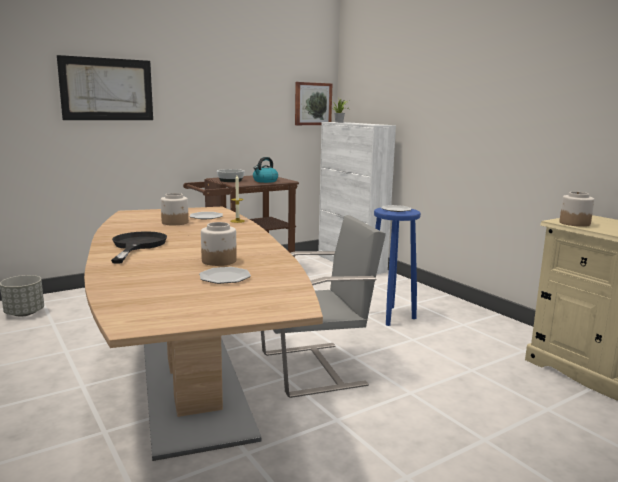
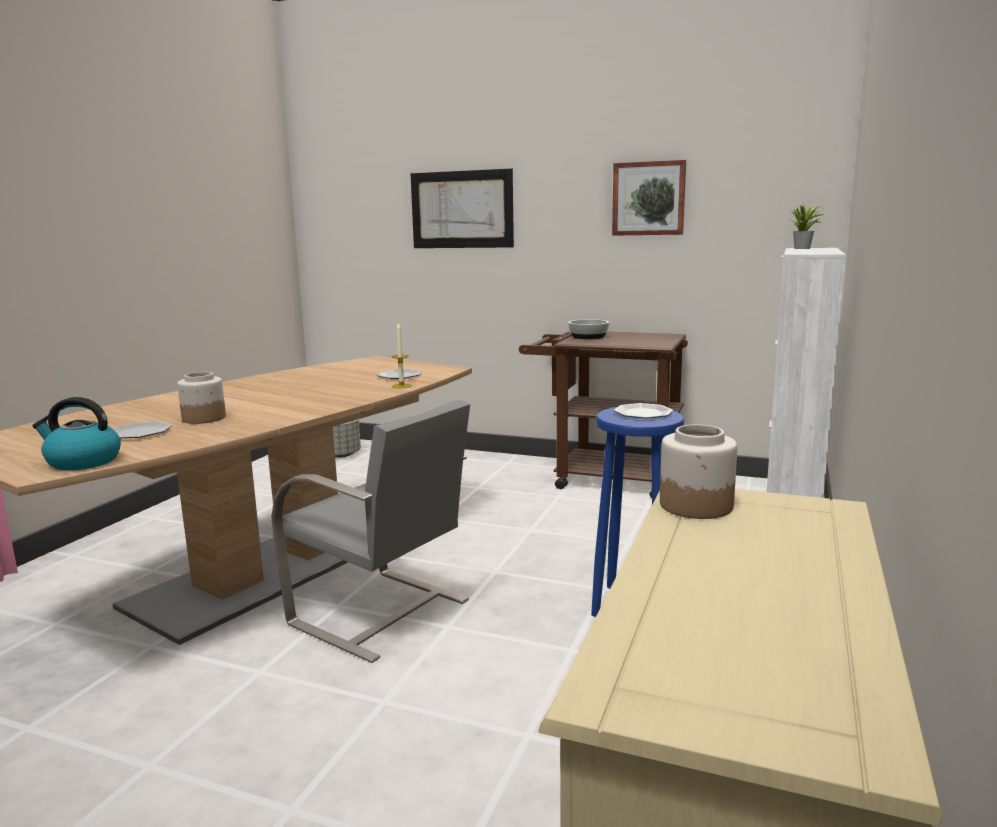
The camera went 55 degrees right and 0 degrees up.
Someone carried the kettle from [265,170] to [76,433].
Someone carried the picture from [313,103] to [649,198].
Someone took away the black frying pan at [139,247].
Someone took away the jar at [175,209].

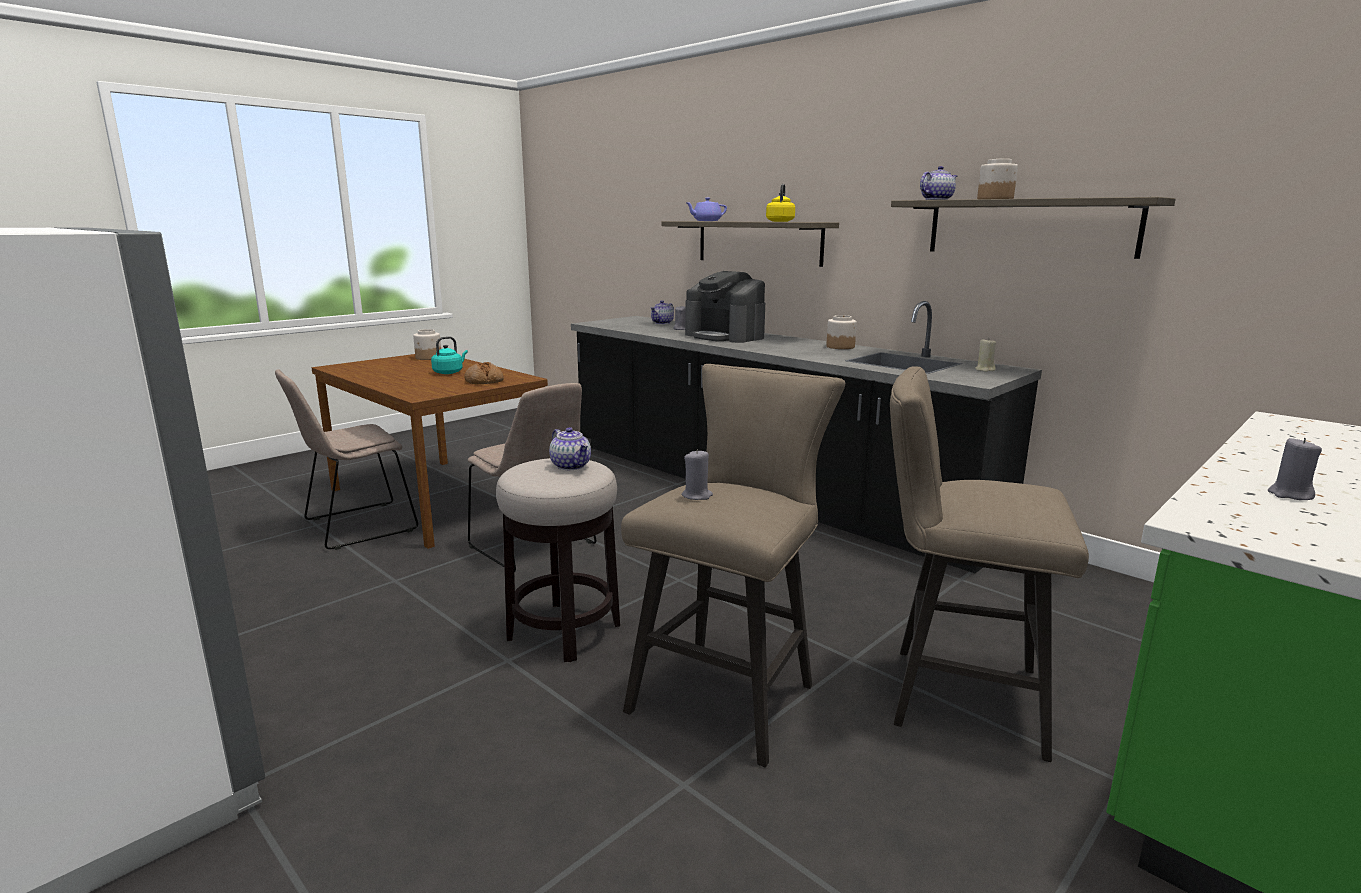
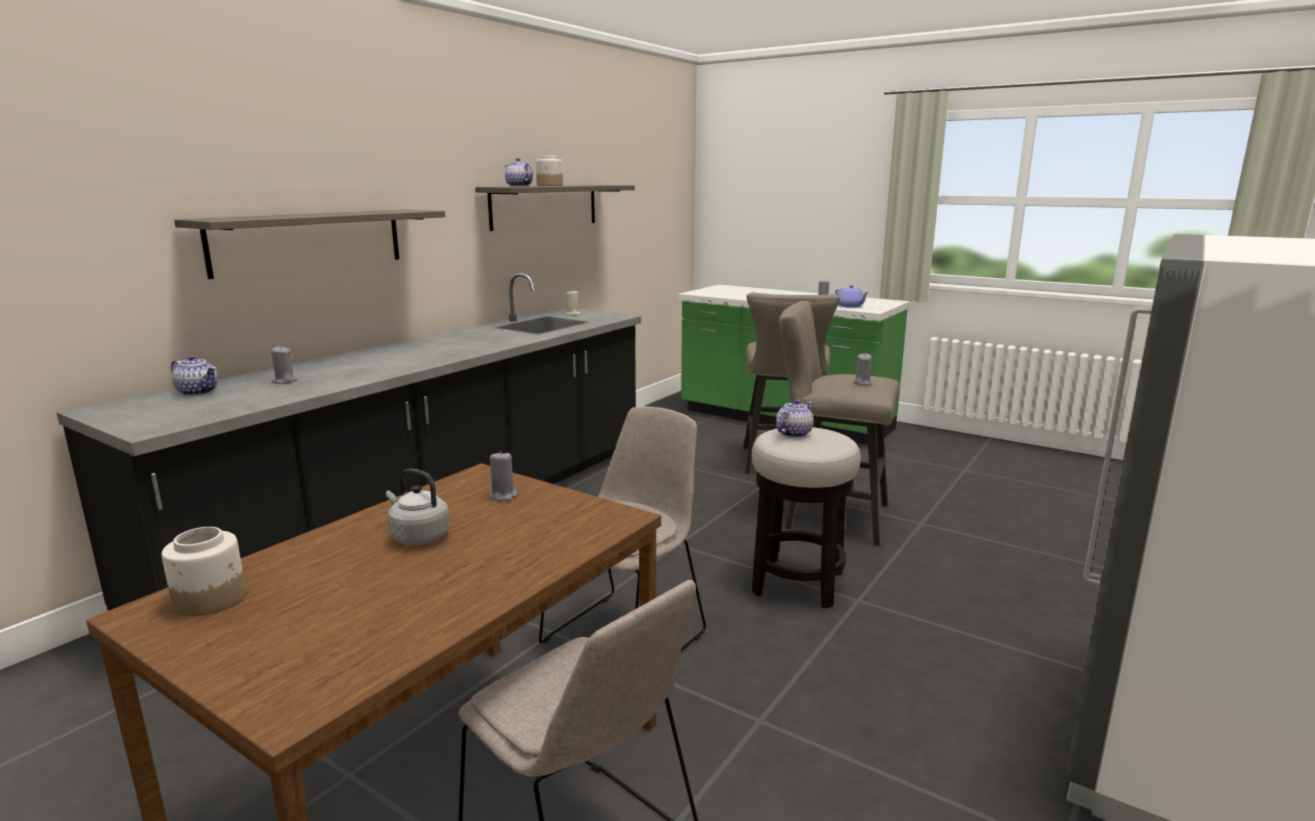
The camera went 100 degrees left and 0 degrees up.
Someone repainted the turquoise kettle at [449,355], which became the grey kettle at [418,506].
Someone swapped the bread at [484,373] for the grey candle at [503,476].
Someone carried the purple teapot from [706,209] to [852,296].
Someone took away the coffee machine at [725,307].
Someone took away the yellow kettle at [780,203].
Someone took away the jar at [841,332].

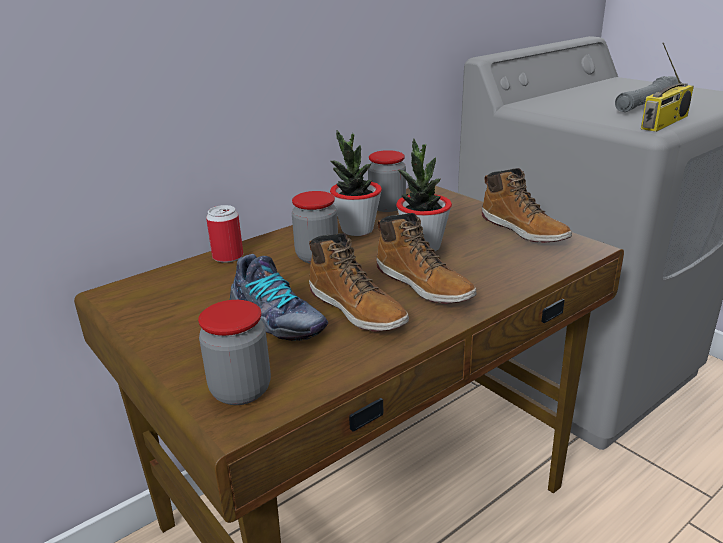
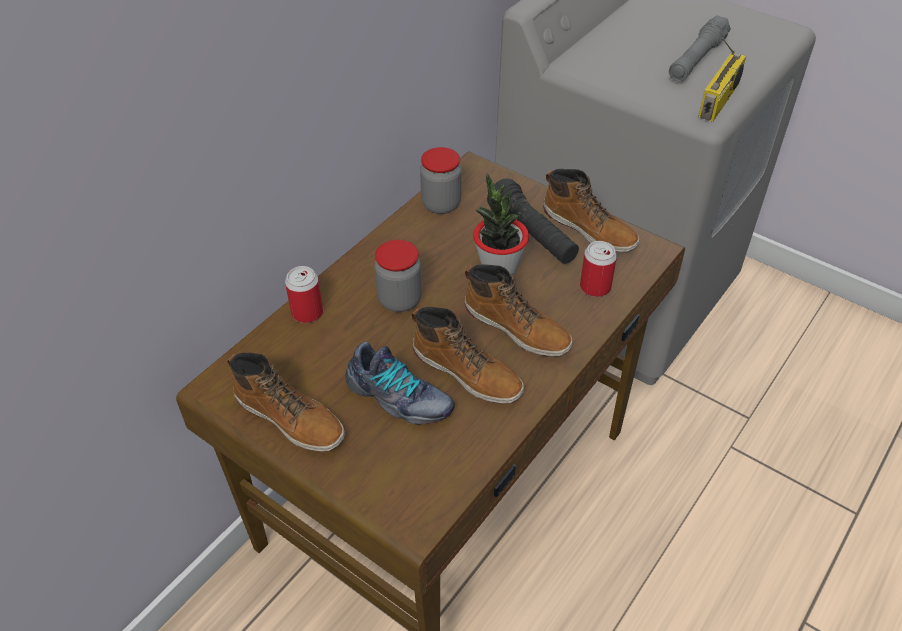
The camera went 15 degrees left and 20 degrees up.
Someone put down the boot at [286,402].
Someone put down the black flashlight at [533,221].
Someone put down the can at [598,269].
Someone took away the jar at [234,352].
Someone took away the potted plant at [356,183].

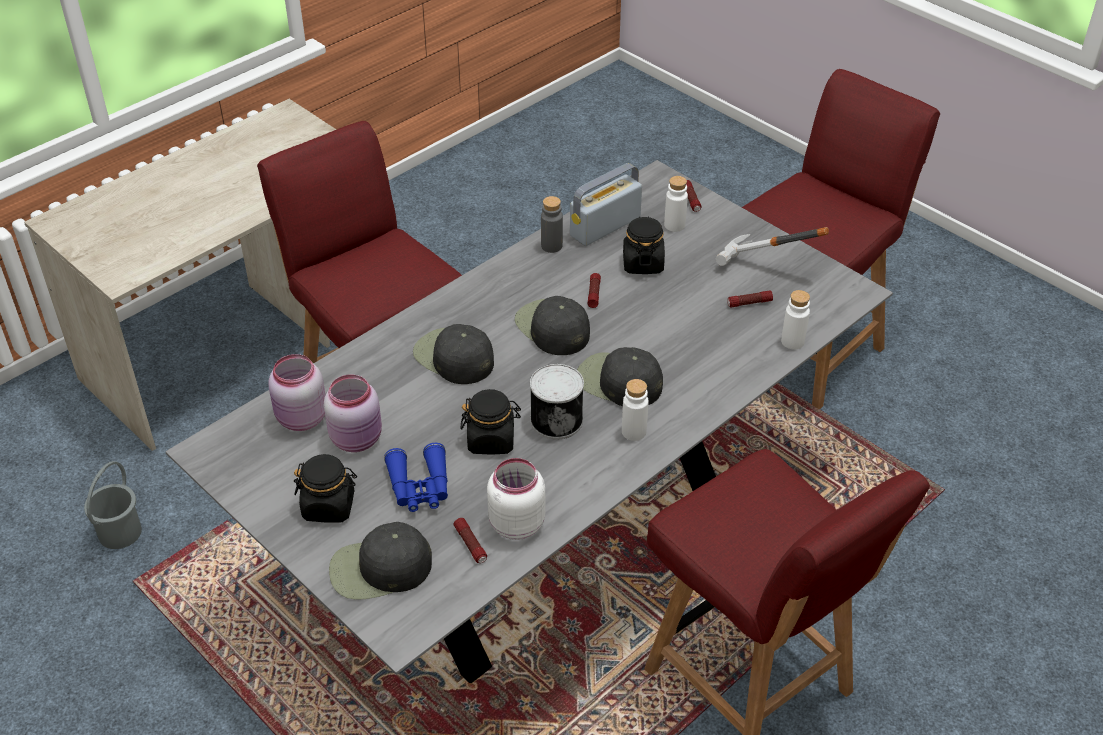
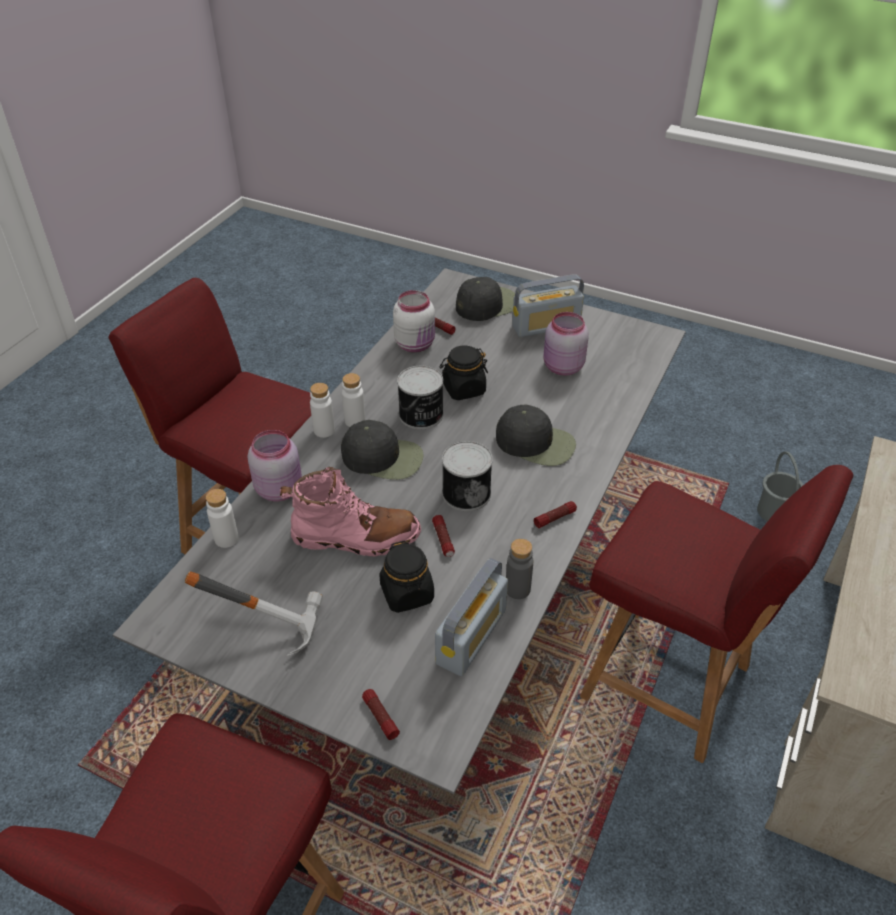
The camera went 160 degrees right and 0 degrees up.
Someone carried the pink jar from [296,392] to [274,465].
Someone put down the pink boot at [350,511].
Someone carried the white bottle from [676,204] to [322,410].
Someone swapped the black cap at [552,325] for the can at [467,476].
Someone swapped the black jar at [325,488] for the radio at [548,305].
Someone carried the flashlight from [750,298] to [555,514].
Someone took away the blue binoculars at [416,477].

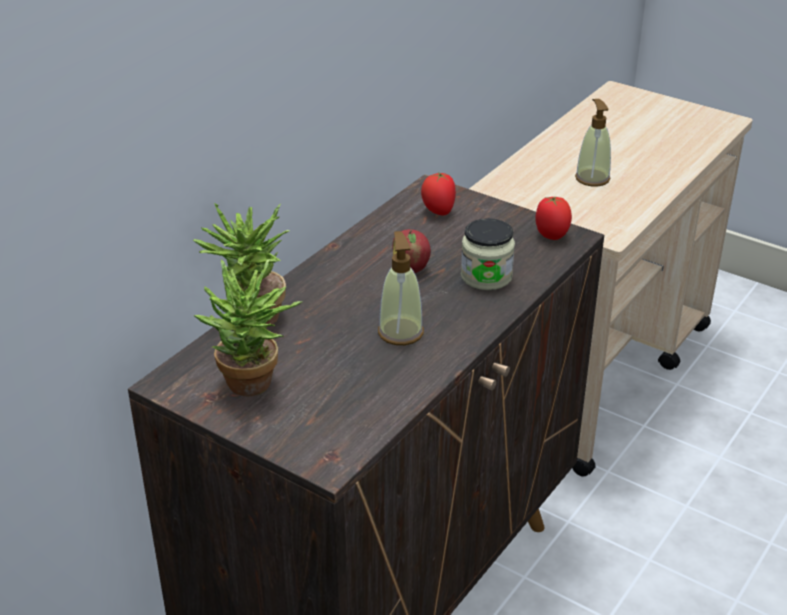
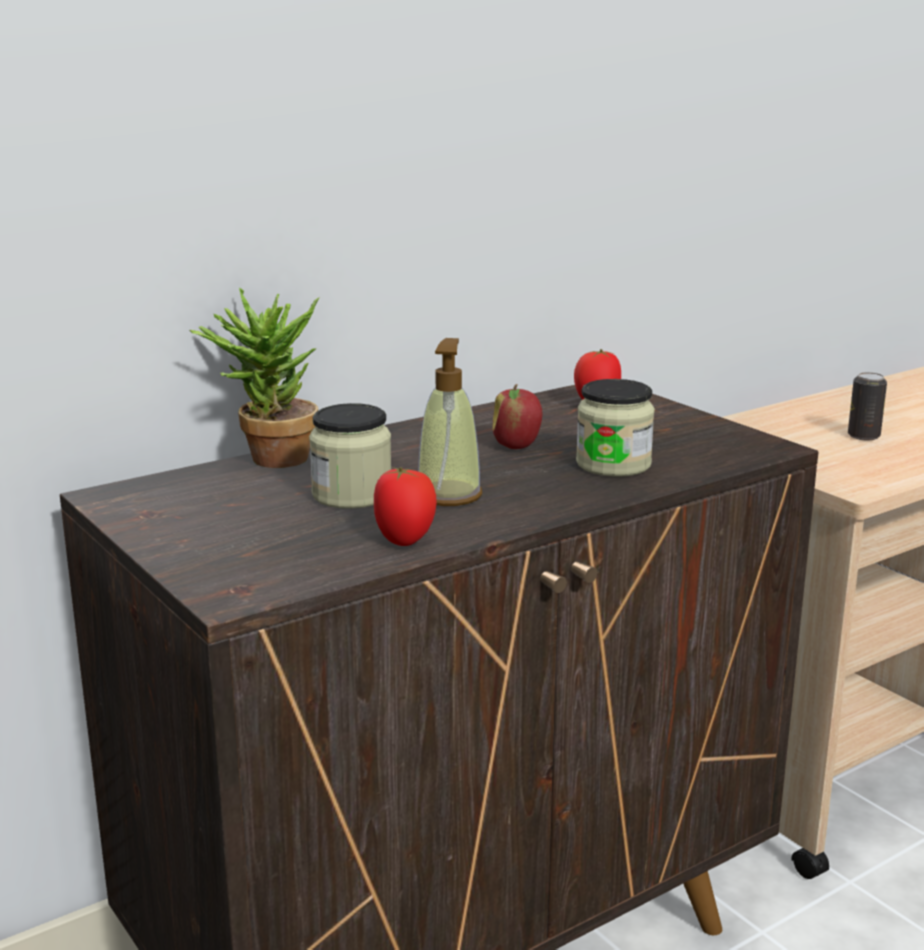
The camera went 20 degrees right and 15 degrees down.
Someone put down the jar at [350,456].
Someone carried the tomato from [553,218] to [405,506].
Someone swapped the soap dispenser at [593,142] for the can at [867,406].
Someone took away the potted plant at [248,327].

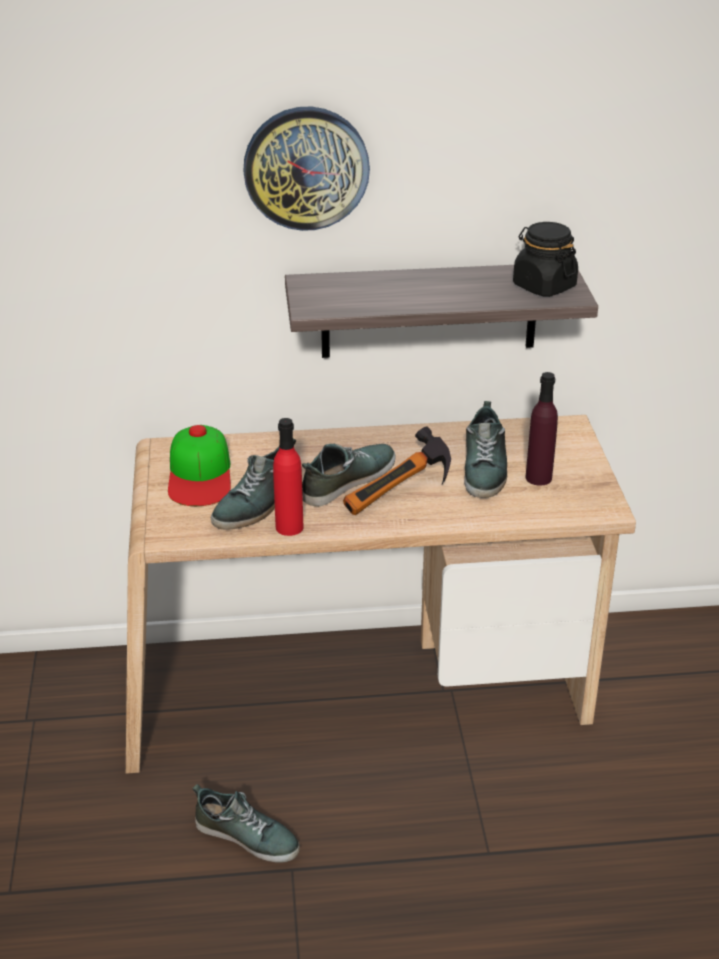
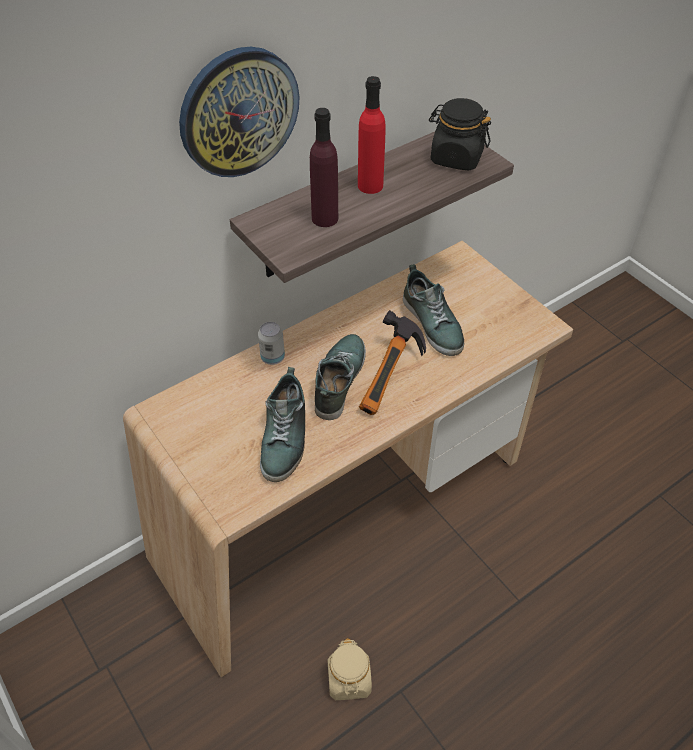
The camera went 30 degrees left and 15 degrees up.
Someone put down the can at [271,343].
Someone carried the purple bottle from [542,429] to [324,167].
Someone swapped the shoe at [246,823] for the beige jar at [350,669].
Someone carried the red bottle from [288,477] to [371,135].
Someone took away the cap at [199,465].

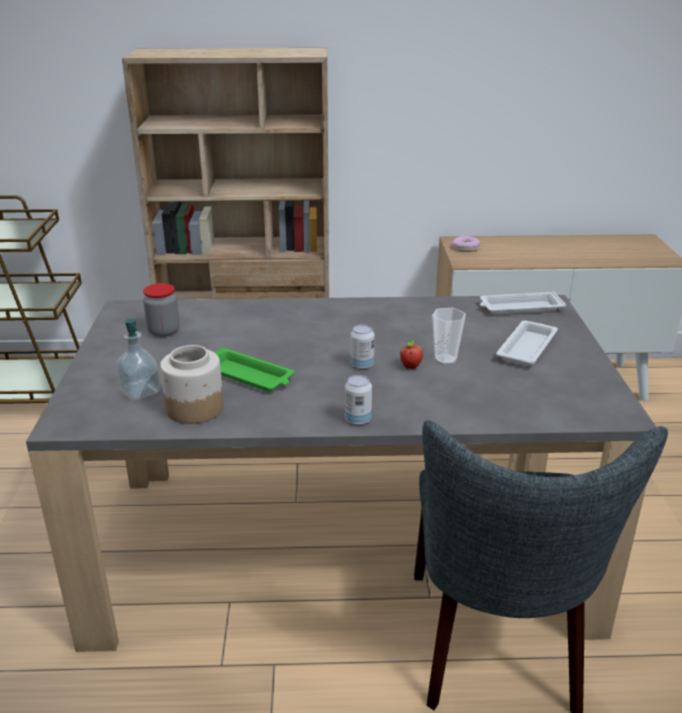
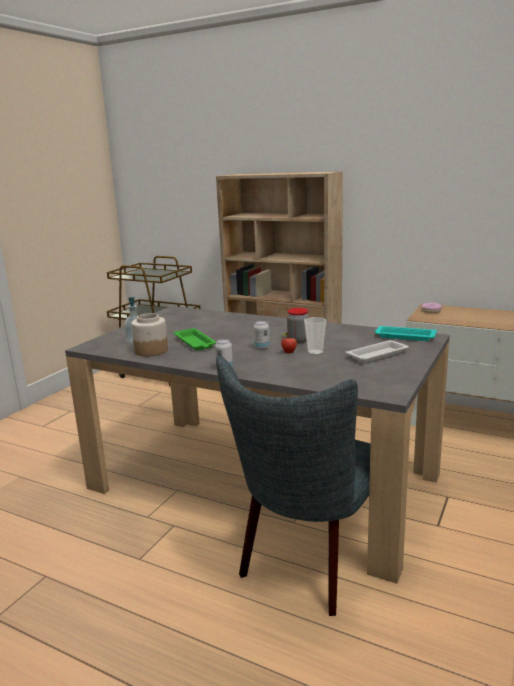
The camera went 30 degrees right and 10 degrees down.
Someone carried the jar from [161,310] to [298,325].
Someone repainted the white tray at [523,303], which became the turquoise tray at [405,333].

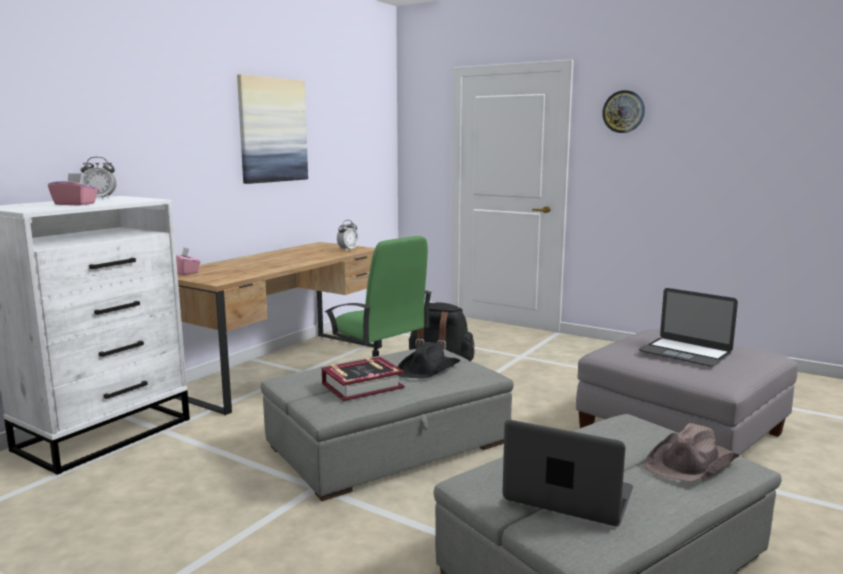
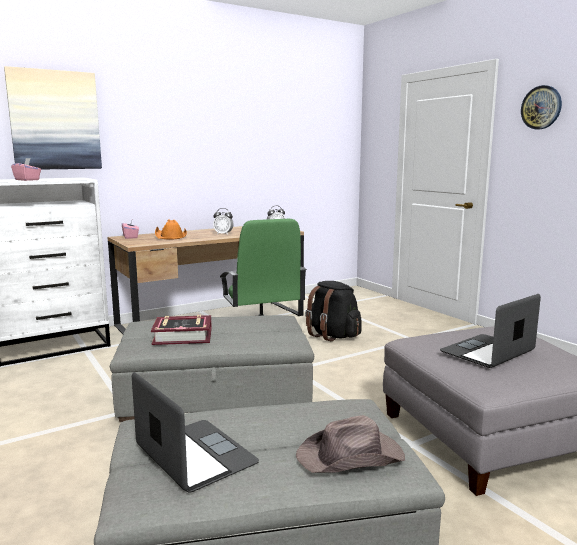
The camera went 25 degrees right and 0 degrees up.
Someone carried the picture from [272,129] to [53,117].
Someone put down the orange hat at [171,229].
Someone carried the alarm clock from [99,178] to [223,221].
Someone rotated the laptop at [688,327] by 75 degrees clockwise.
Someone took away the black hat at [428,360].

